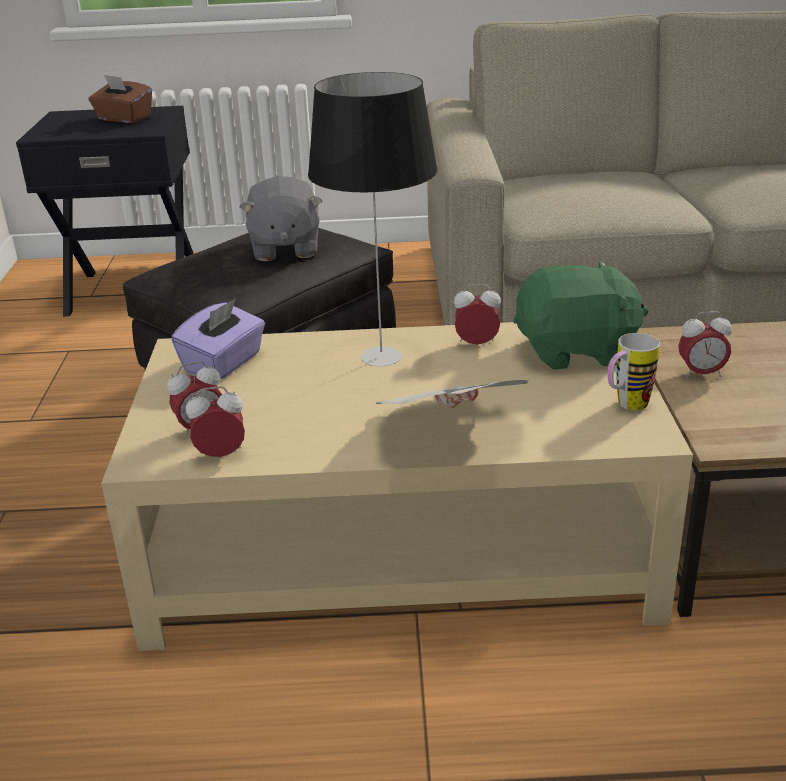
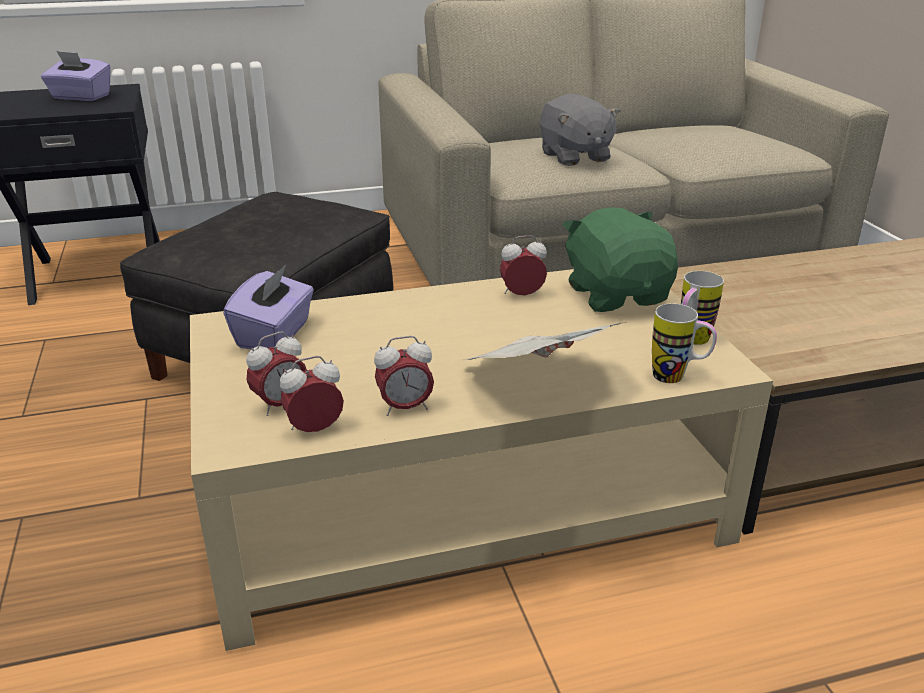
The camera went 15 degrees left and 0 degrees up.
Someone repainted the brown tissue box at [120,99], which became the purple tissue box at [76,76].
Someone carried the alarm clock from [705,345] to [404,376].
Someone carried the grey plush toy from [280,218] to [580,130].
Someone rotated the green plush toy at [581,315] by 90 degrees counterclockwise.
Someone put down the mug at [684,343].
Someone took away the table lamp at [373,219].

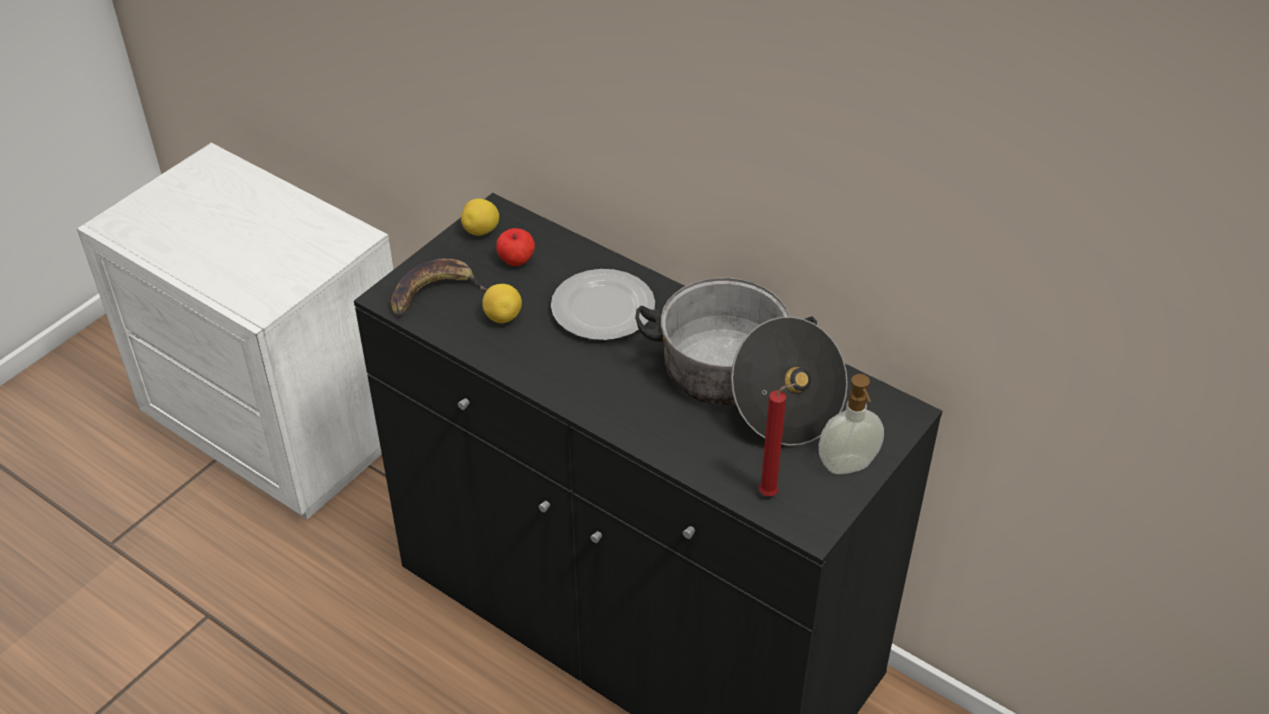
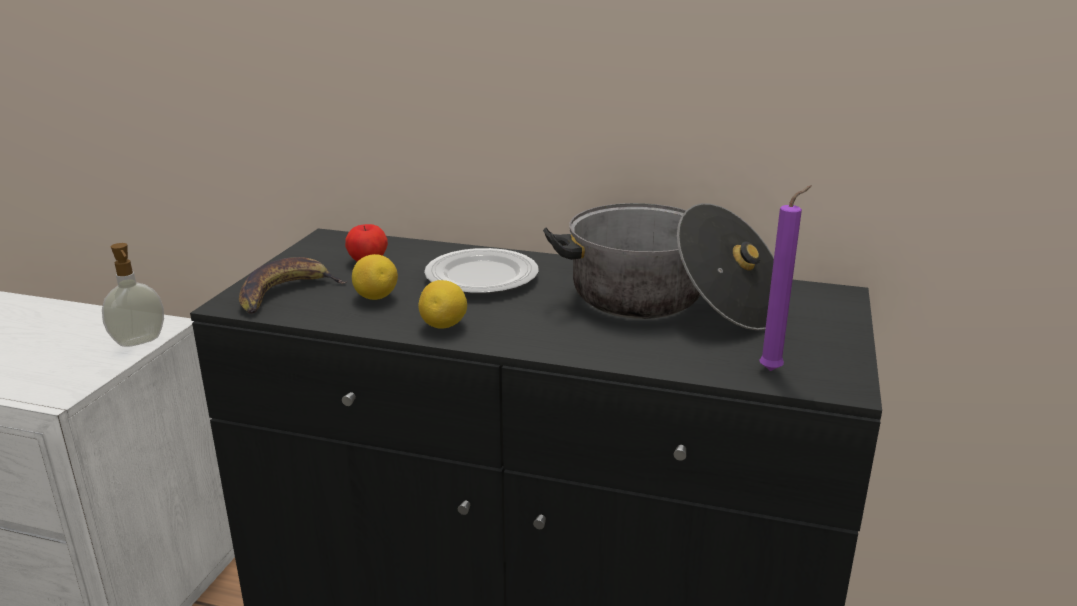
The camera went 20 degrees left and 20 degrees down.
Someone carried the soap dispenser from [851,424] to [133,295].
Someone carried the lemon from [480,216] to [442,304].
Someone repainted the red candle at [778,439], which became the purple candle at [785,278].

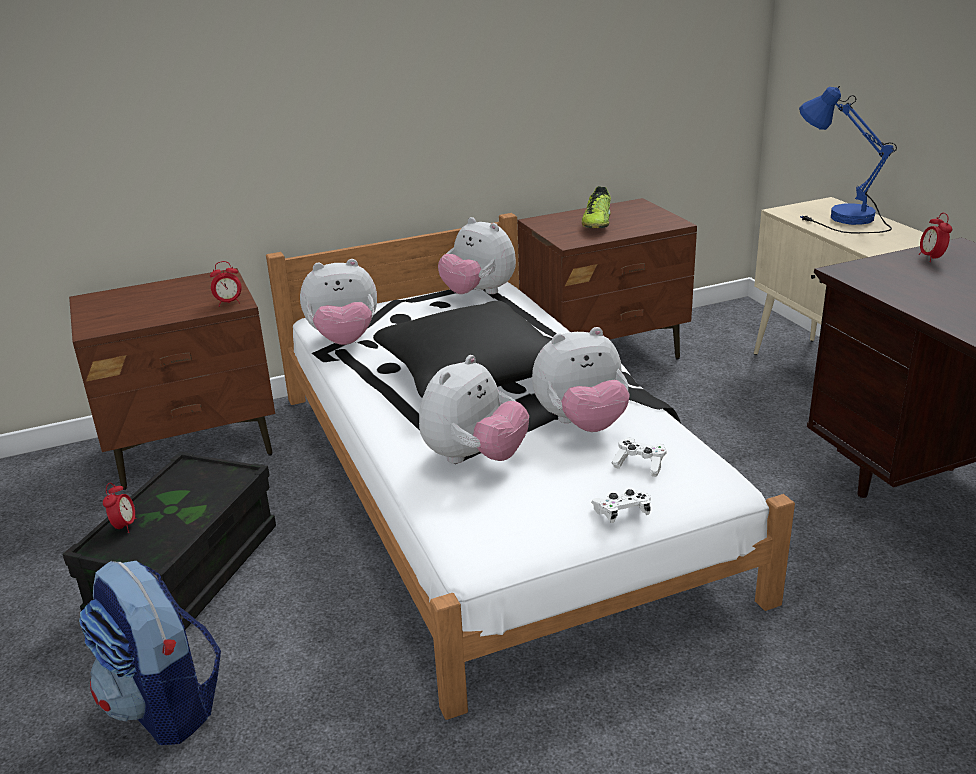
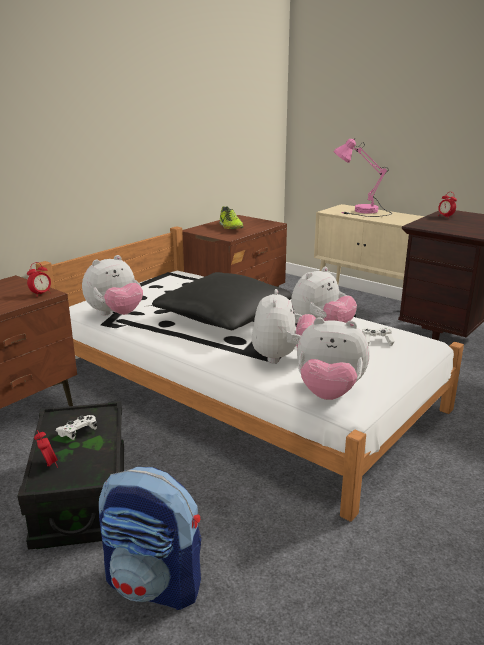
The camera went 30 degrees left and 5 degrees down.
Someone carried the white game controller from [621,506] to [76,427].
Someone carried the plush toy from [477,255] to [333,358].
Someone repainted the blue table lamp at [848,160], which became the pink table lamp at [363,177].

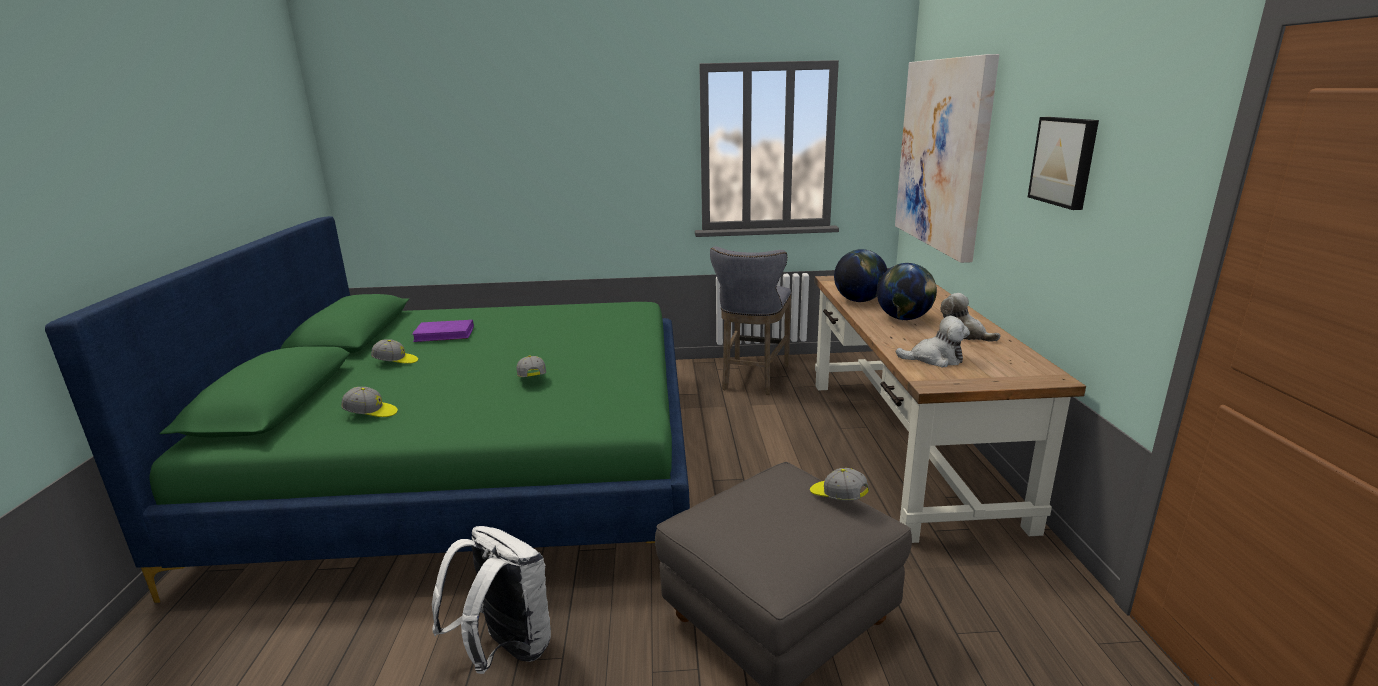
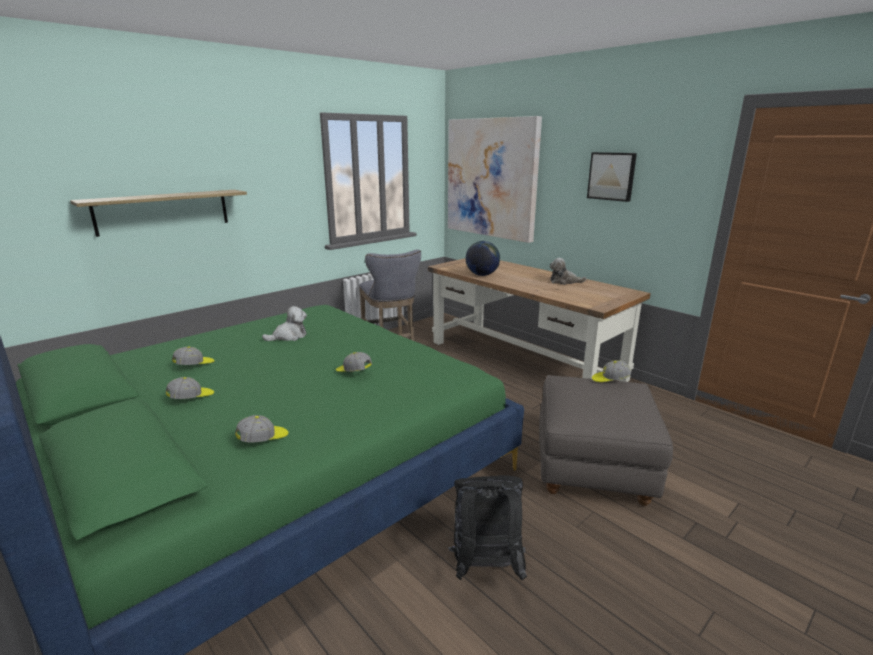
The camera went 40 degrees left and 0 degrees up.
Someone put up the shelf at [158,213].
Someone swapped the purple book at [443,331] for the cap at [193,356].
Someone carried the plush toy from [933,342] to [284,323].
Someone repainted the white backpack at [491,600], which became the black backpack at [487,528].
Someone took away the globe at [907,291].

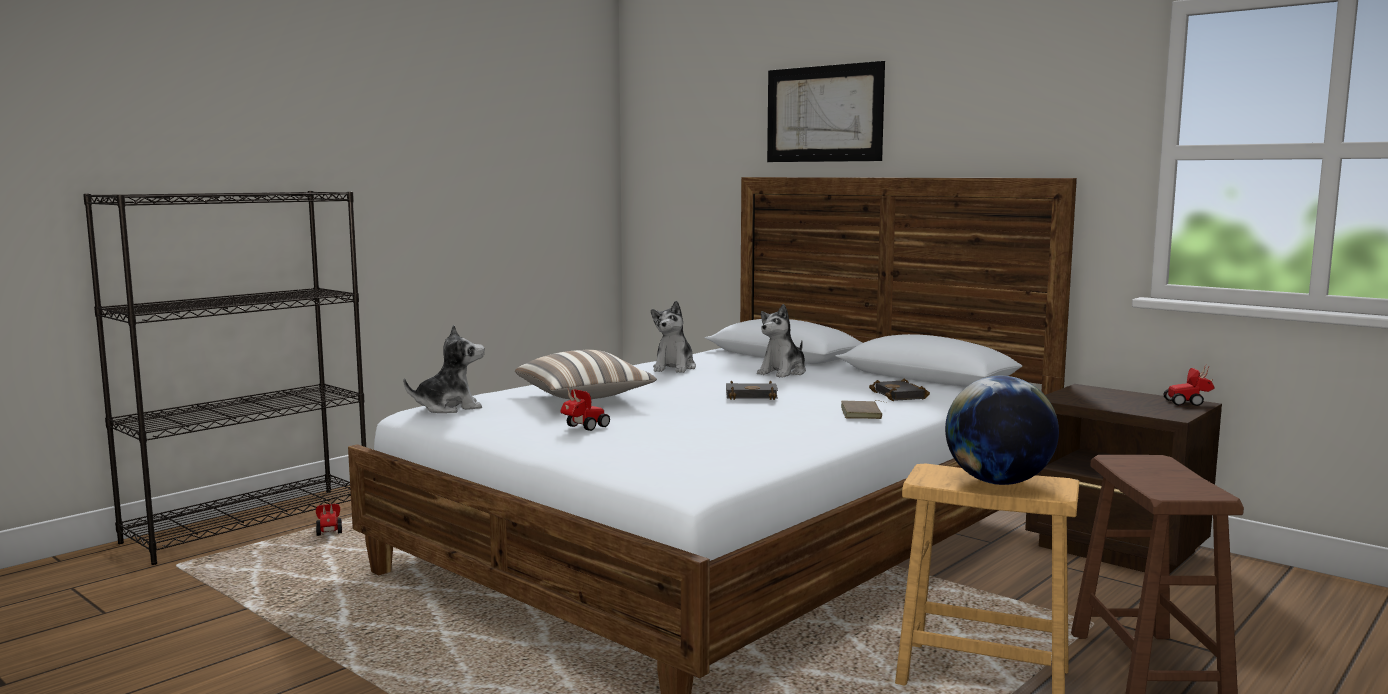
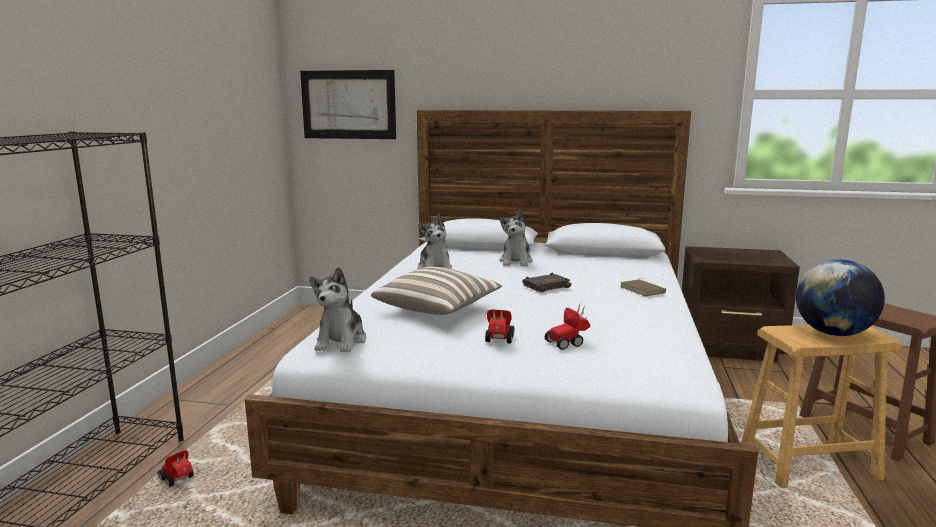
The camera went 30 degrees left and 5 degrees up.
Someone carried the picture from [826,111] to [348,104].
Someone rotated the plush toy at [444,369] by 150 degrees clockwise.
Someone carried the toy car from [1189,385] to [567,327].
Someone took away the black book at [899,390].

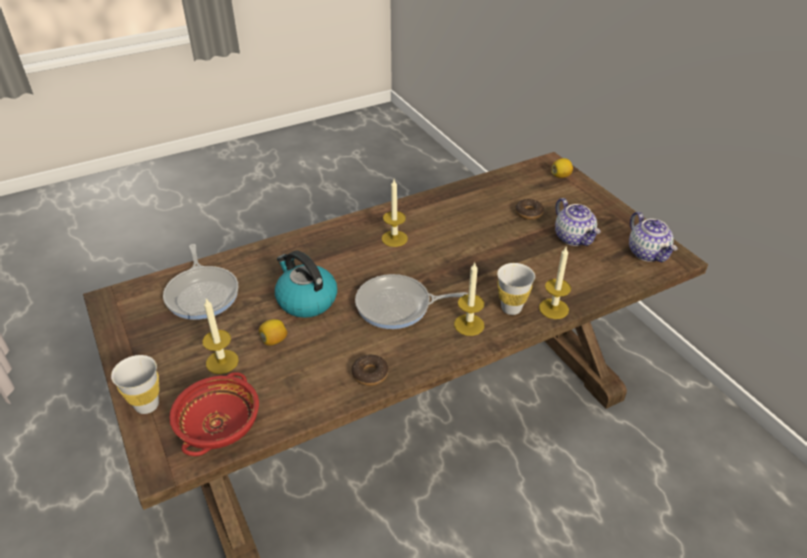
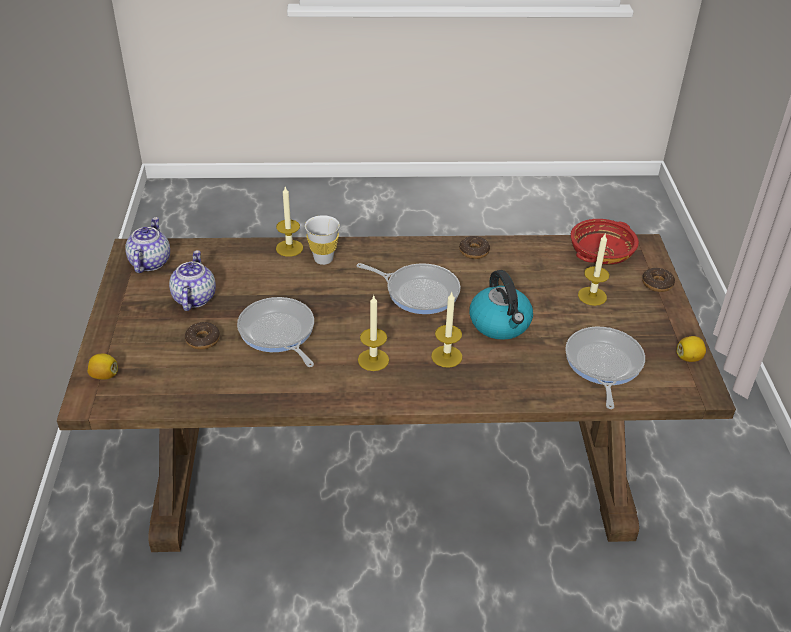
The camera went 155 degrees left and 0 degrees up.
Someone put down the frying pan at [275,332].
Someone carried the candle from [469,299] to [446,330].
Someone swapped the white cup at [135,384] for the donut at [658,280].
Someone carried the lemon from [273,332] to [691,349].

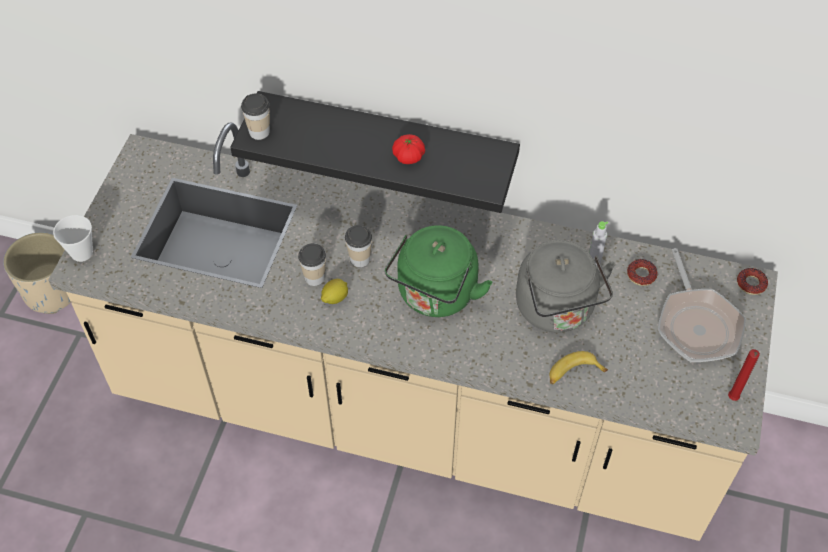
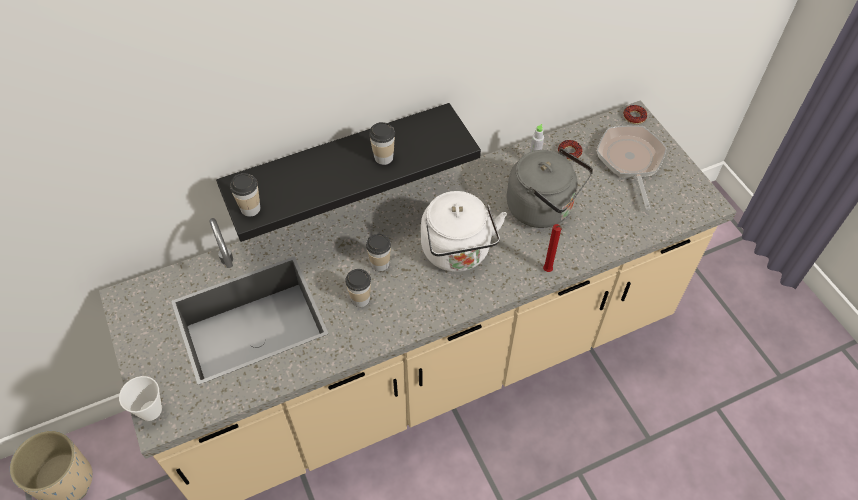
The camera went 40 degrees left and 0 degrees up.
Someone swapped the tomato at [408,149] for the cup at [382,143].
Someone repainted the green kettle at [439,271], which became the white kettle at [464,231].
Someone carried the red candle from [744,375] to [552,248].
Someone rotated the frying pan at [702,305] by 135 degrees counterclockwise.
Someone took away the lemon at [334,291].
Someone took away the banana at [578,367].

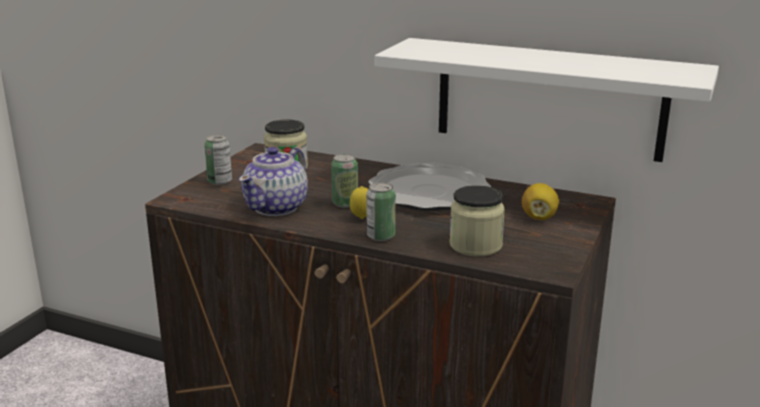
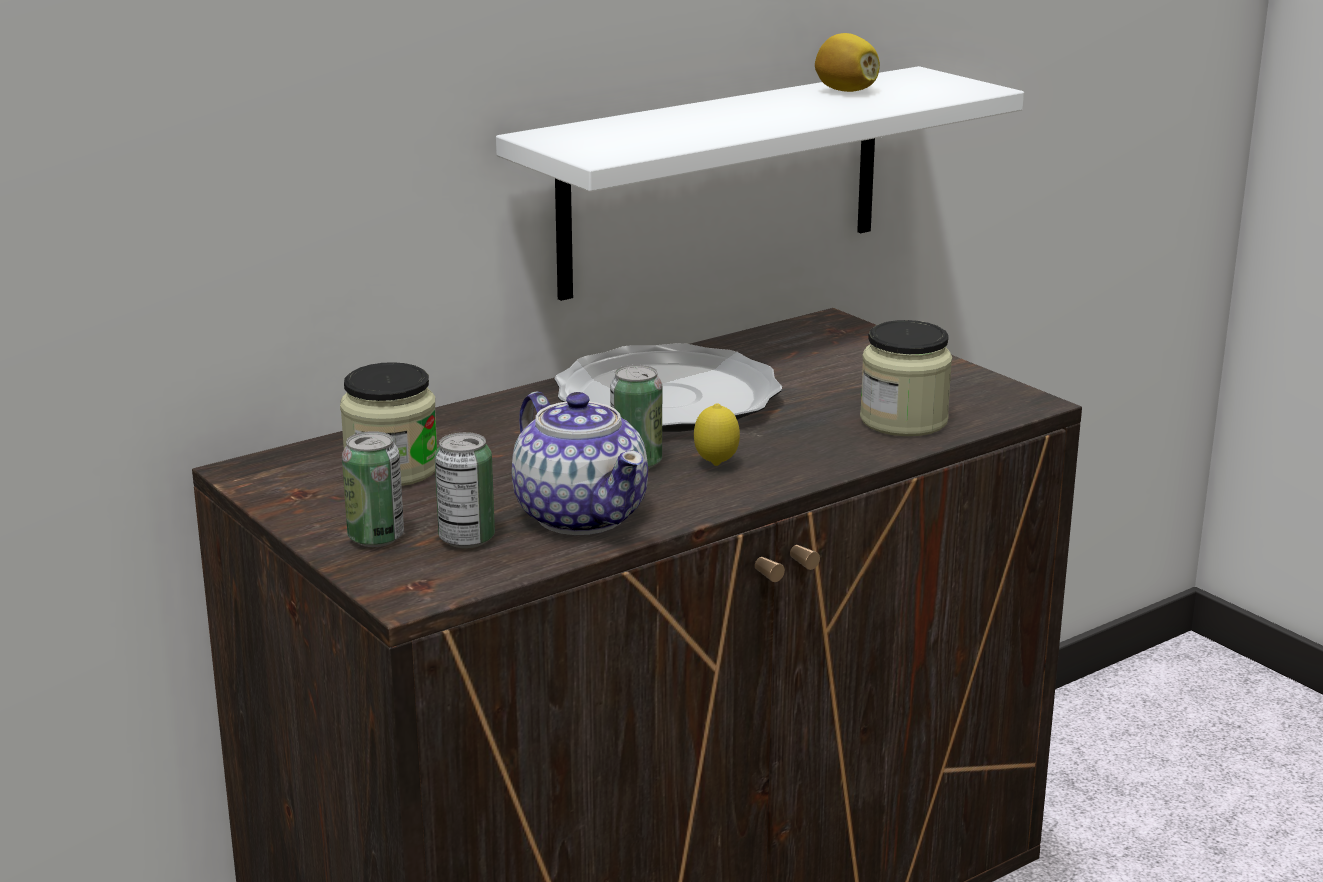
The camera went 60 degrees left and 0 degrees up.
Someone carried the can from [381,211] to [465,490].
Someone carried the lemon from [540,201] to [847,62].

